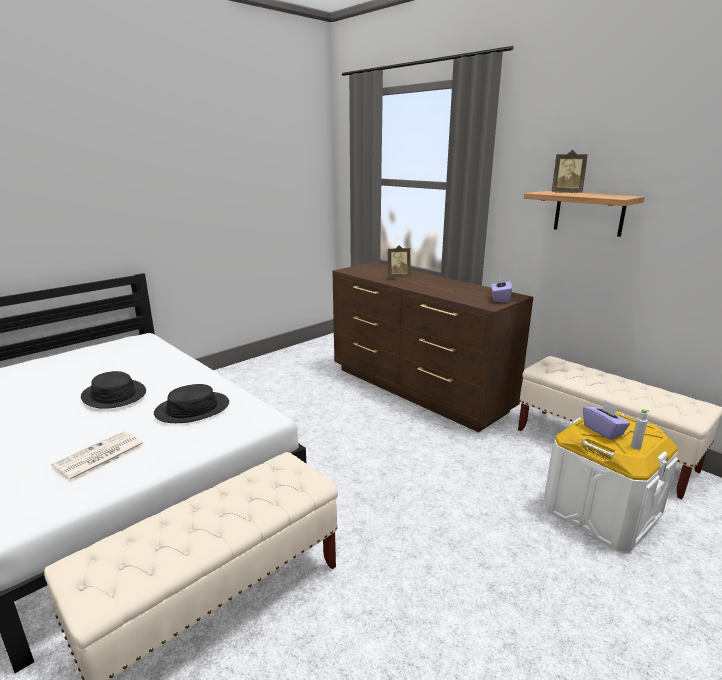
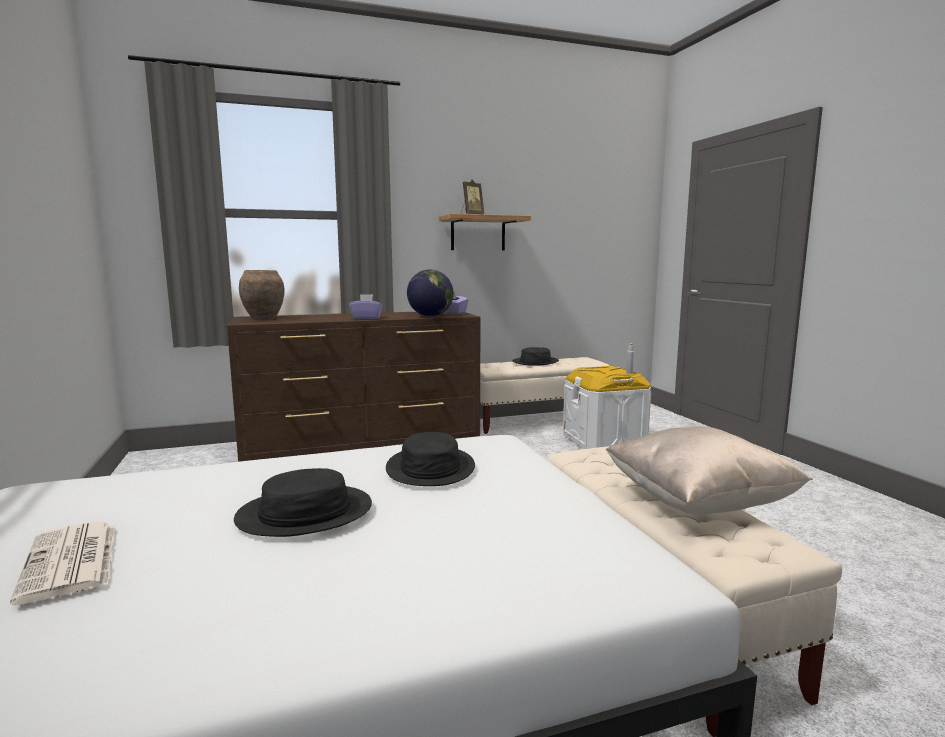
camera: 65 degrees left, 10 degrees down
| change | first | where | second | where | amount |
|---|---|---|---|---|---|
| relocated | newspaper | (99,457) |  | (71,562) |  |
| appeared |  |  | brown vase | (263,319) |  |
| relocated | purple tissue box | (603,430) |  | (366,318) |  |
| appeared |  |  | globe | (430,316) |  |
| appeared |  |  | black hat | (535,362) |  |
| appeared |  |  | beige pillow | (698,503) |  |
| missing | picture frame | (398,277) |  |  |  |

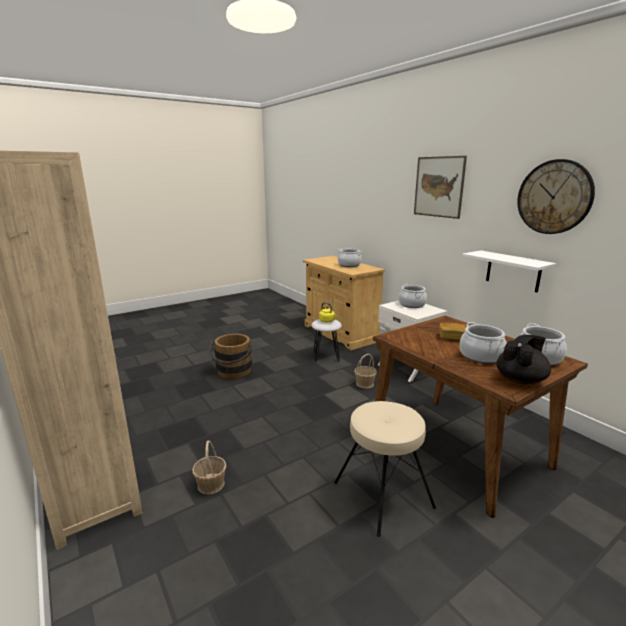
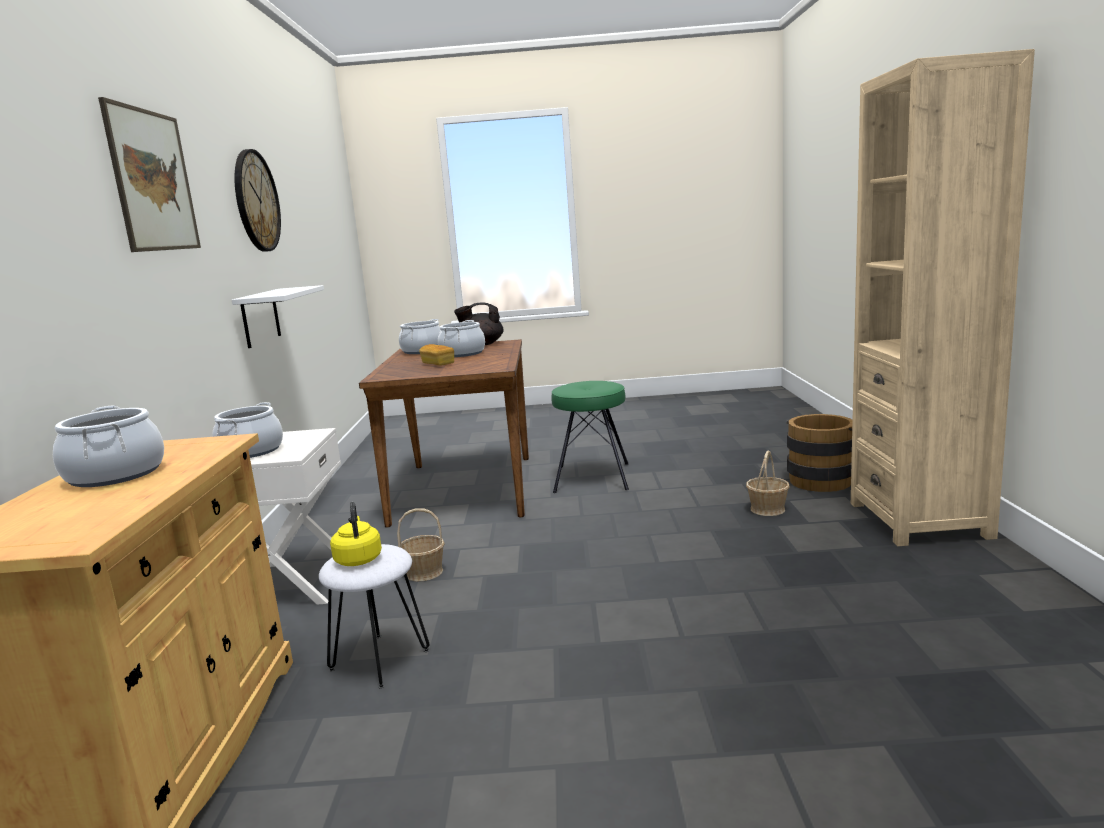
camera: 145 degrees left, 5 degrees down
| change | first | where | second | where | amount |
|---|---|---|---|---|---|
| colour | beige stool | (382,495) | green stool | (593,477) |  |
| relocated | brown bucket | (233,373) |  | (823,479) |  |

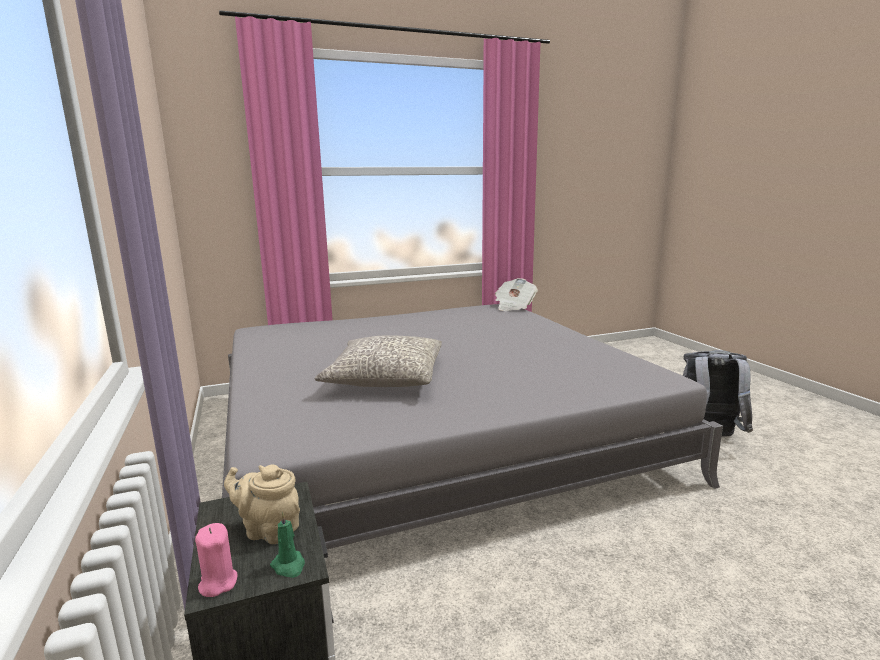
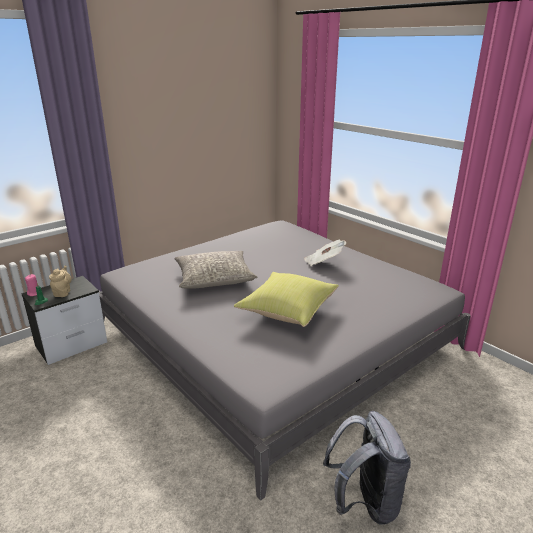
camera: 70 degrees right, 10 degrees up
| change | first | where | second | where | amount |
|---|---|---|---|---|---|
| appeared |  |  | yellow pillow | (287,311) |  |
| relocated | newspaper | (514,306) |  | (323,262) |  |

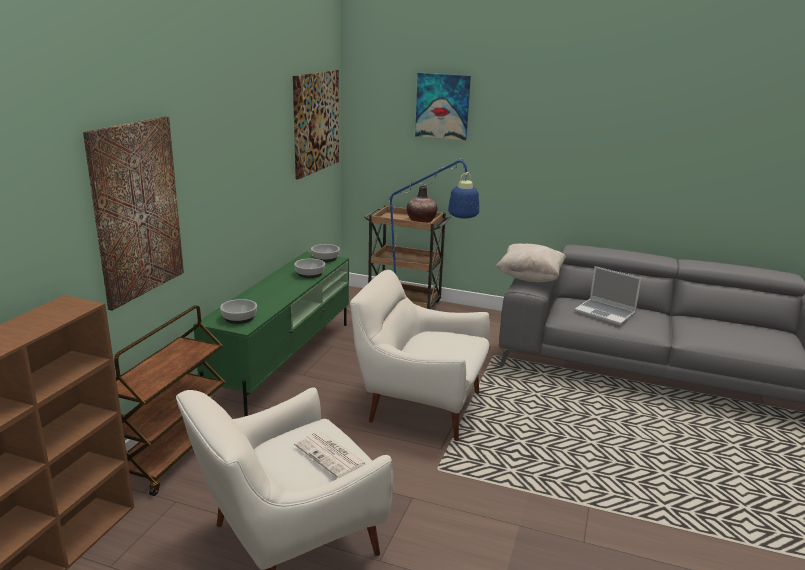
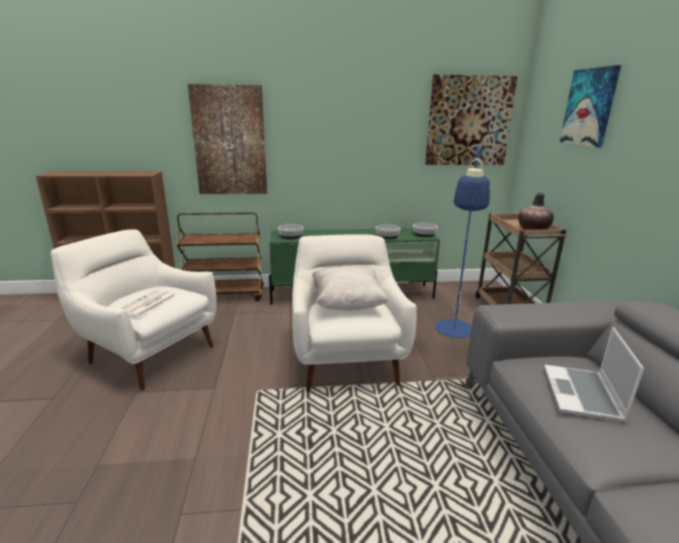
camera: 65 degrees right, 0 degrees up
| change | first | where | second | where | amount |
|---|---|---|---|---|---|
| relocated | beige pillow | (530,278) |  | (347,304) |  |

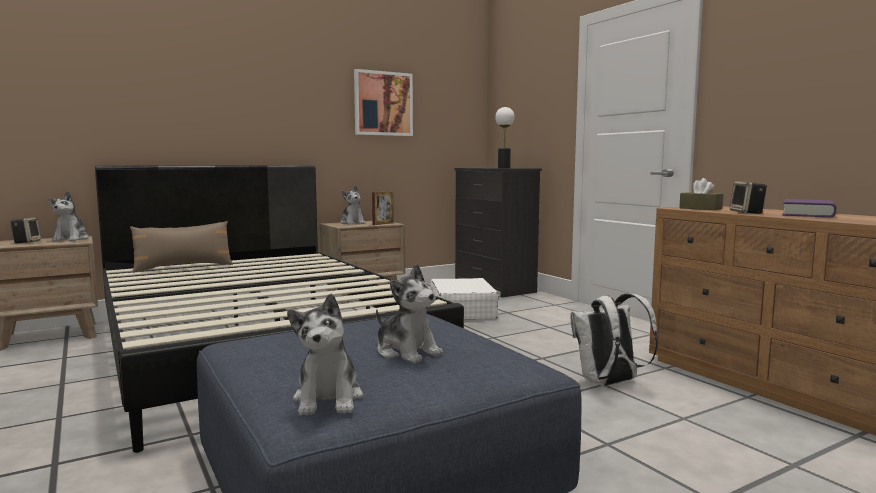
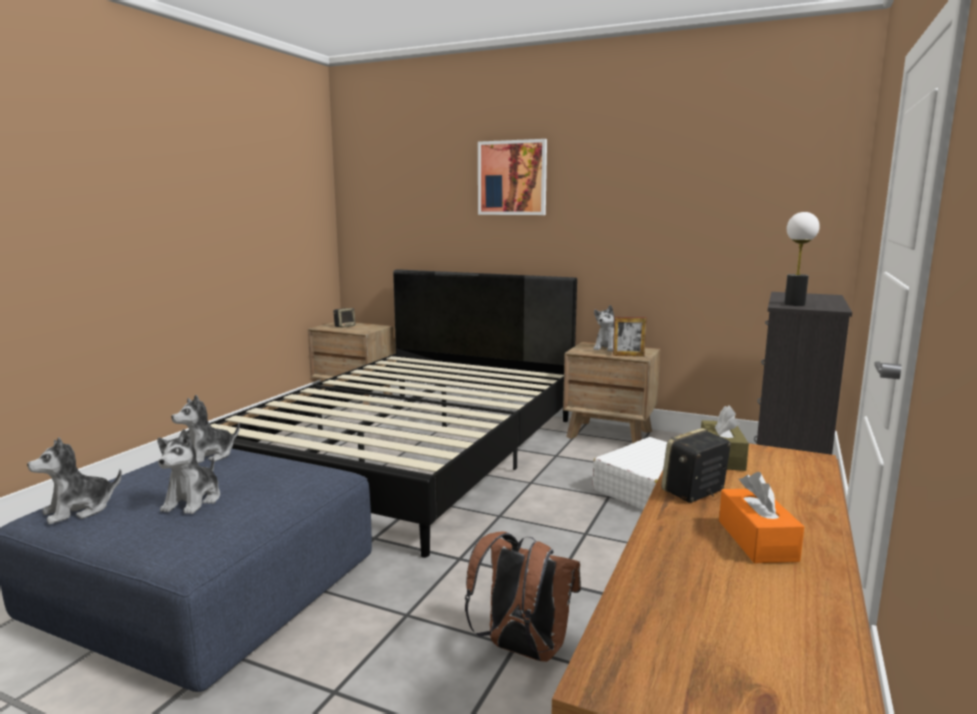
camera: 55 degrees right, 5 degrees up
| change | first | where | second | where | amount |
|---|---|---|---|---|---|
| relocated | plush toy | (71,239) |  | (208,456) |  |
| colour | white backpack | (609,383) | brown backpack | (522,650) |  |
| relocated | picture | (383,103) |  | (512,178) |  |
| exchanged | purple book | (808,214) | orange tissue box | (757,540) |  |
| missing | brown pillow | (183,267) |  |  |  |

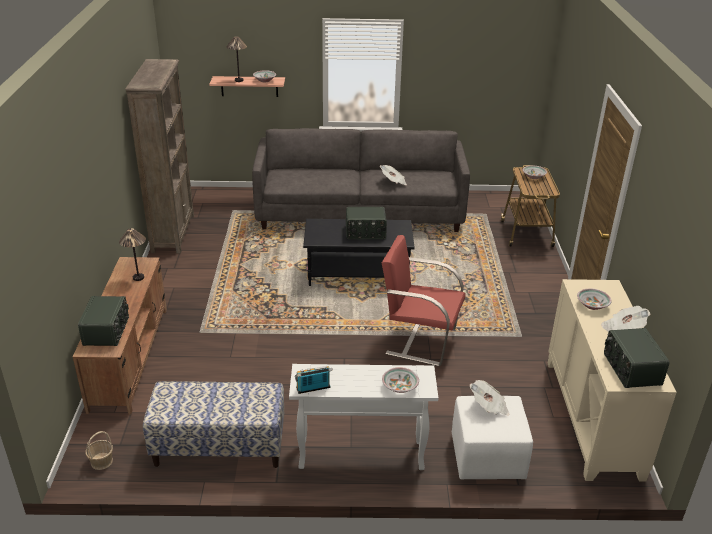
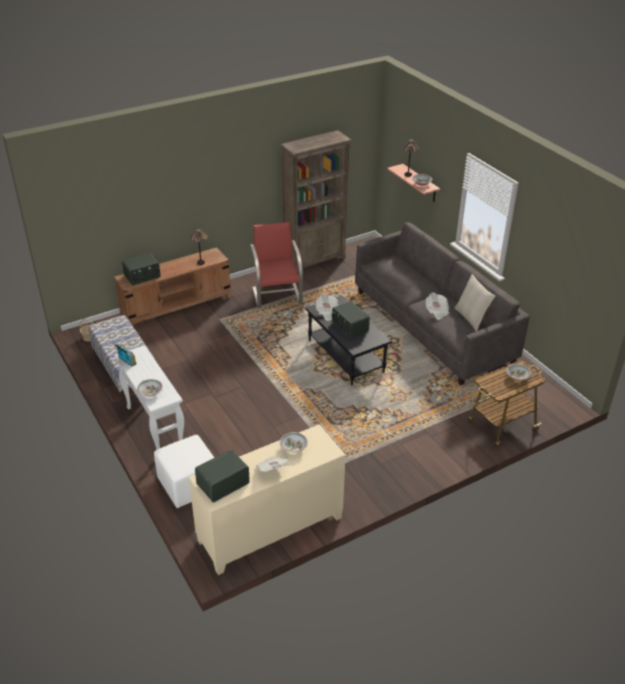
camera: 60 degrees right, 5 degrees up
| change | first | where | second | where | amount |
|---|---|---|---|---|---|
| relocated | red armchair | (420,340) |  | (276,295) |  |
| relocated | newspaper | (489,407) |  | (327,313) |  |
| appeared |  |  | beige pillow | (471,318) |  |

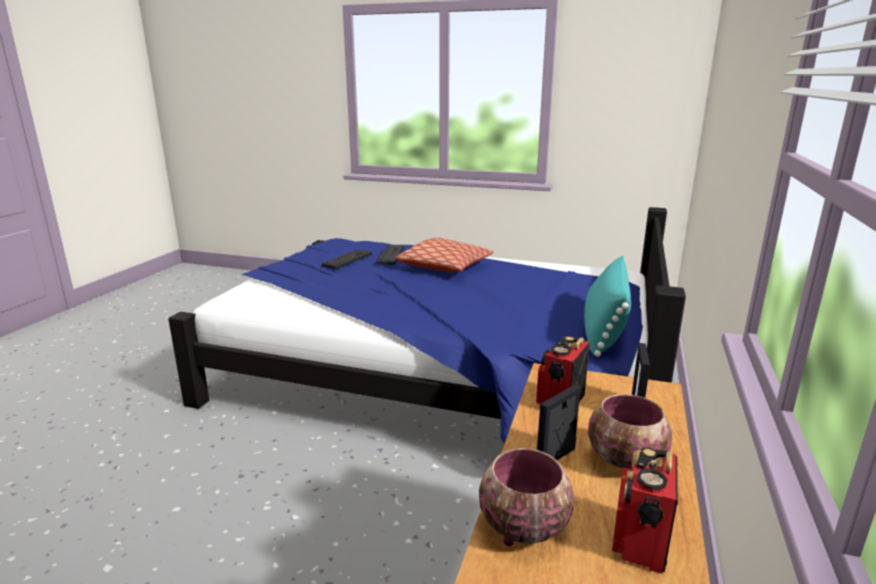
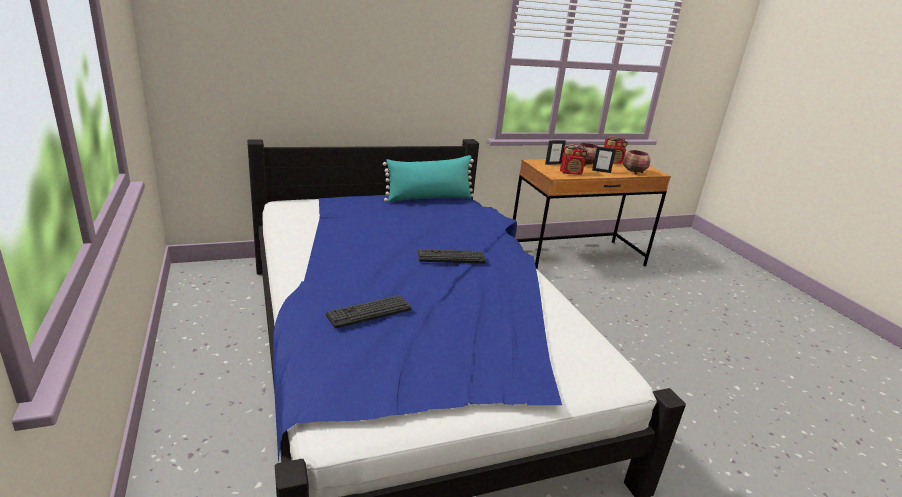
camera: 130 degrees left, 5 degrees up
| change | first | where | second | where | amount |
|---|---|---|---|---|---|
| relocated | keyboard | (347,259) |  | (451,257) |  |
| missing | pillow | (445,267) |  |  |  |

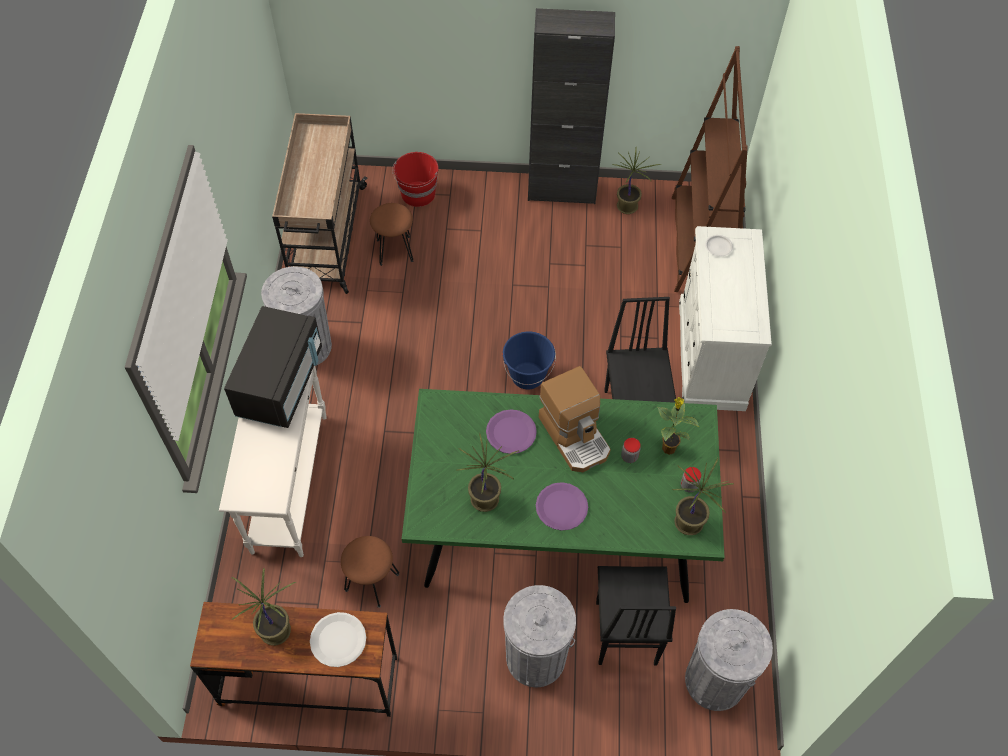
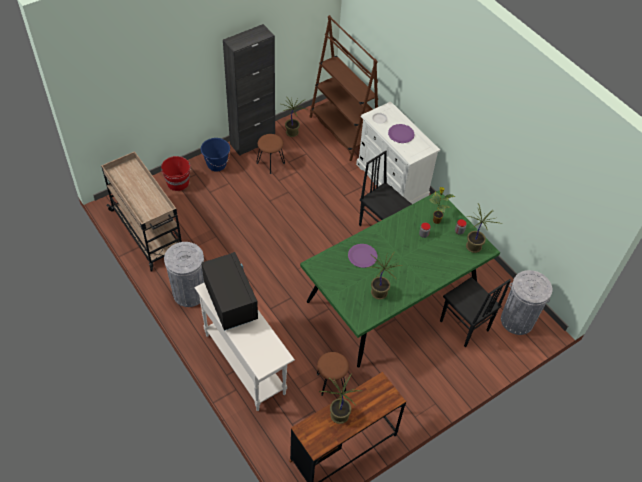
camera: 40 degrees left, 5 degrees down
| change | first | where | second | where | amount |
|---|---|---|---|---|---|
| relocated | blue bucket | (527,376) |  | (216,165) |  |
| relocated | brown stool | (395,251) |  | (270,163) |  |
| relocated | purple plate | (561,507) |  | (401,134) |  |
| missing | white plate | (338,640) |  |  |  |
| missing | grey trash can | (535,658) |  |  |  |
| missing | coffee machine | (575,435) |  |  |  |

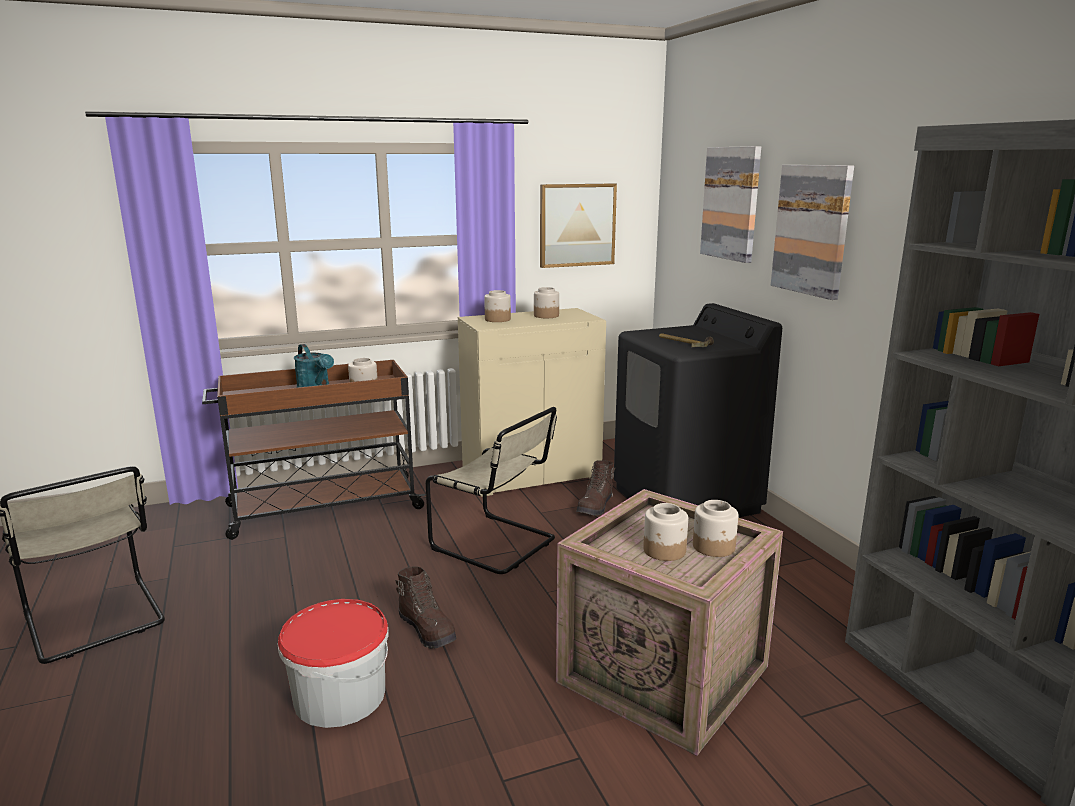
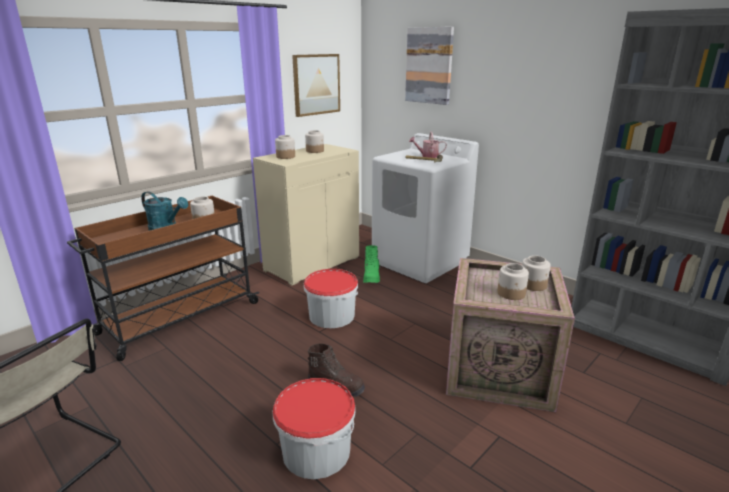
camera: 25 degrees left, 5 degrees up
| change | first | where | second | where | amount |
|---|---|---|---|---|---|
| exchanged | beige chair | (497,545) | bucket | (331,316) |  |
| colour | brown boot | (596,506) | green boot | (371,276) |  |
| colour | black washing machine | (686,500) | white washing machine | (420,261) |  |
| appeared |  |  | watering can | (427,156) |  |
| missing | picture | (812,230) |  |  |  |

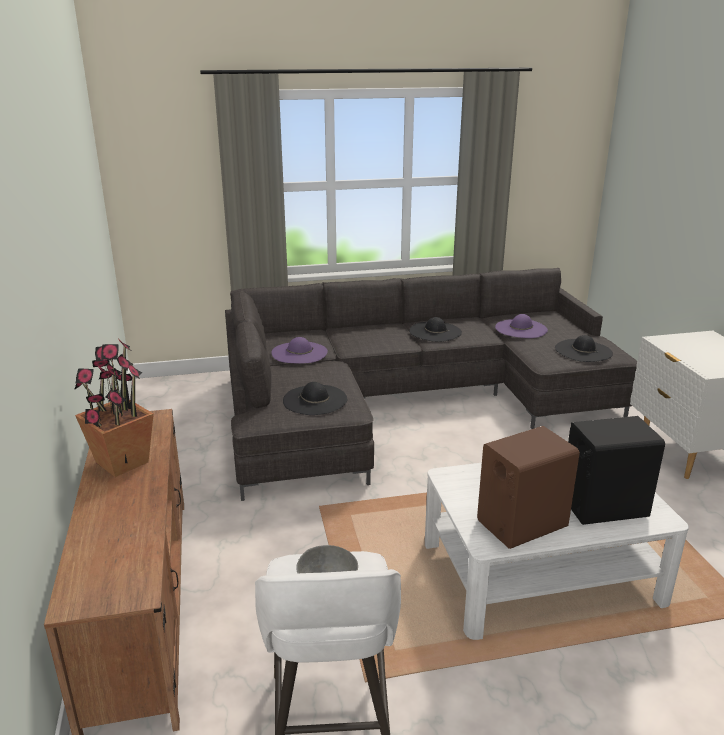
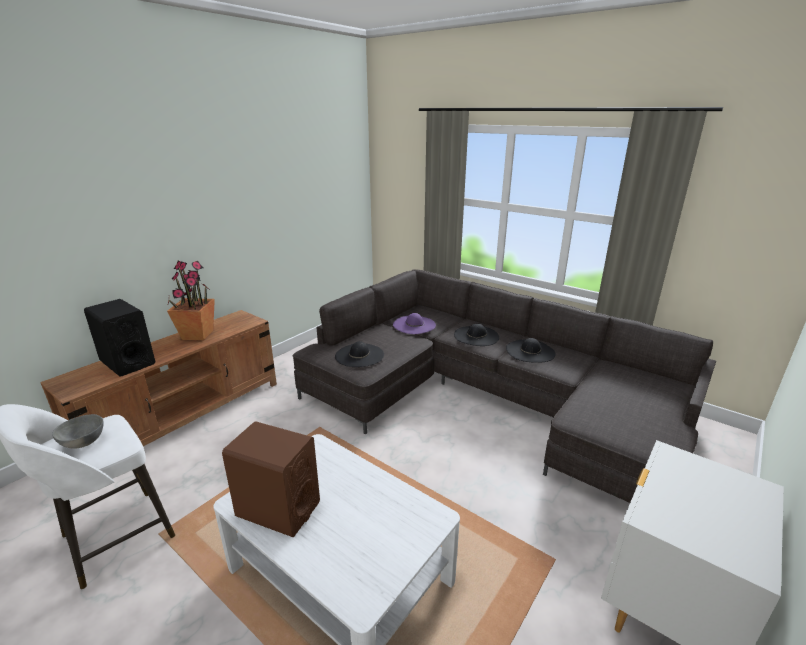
camera: 50 degrees right, 0 degrees up
| change | first | where | second | where | amount |
|---|---|---|---|---|---|
| relocated | black speaker | (603,506) |  | (127,362) |  |
| relocated | black hat | (583,351) |  | (476,336) |  |
| missing | purple hat | (521,329) |  |  |  |

